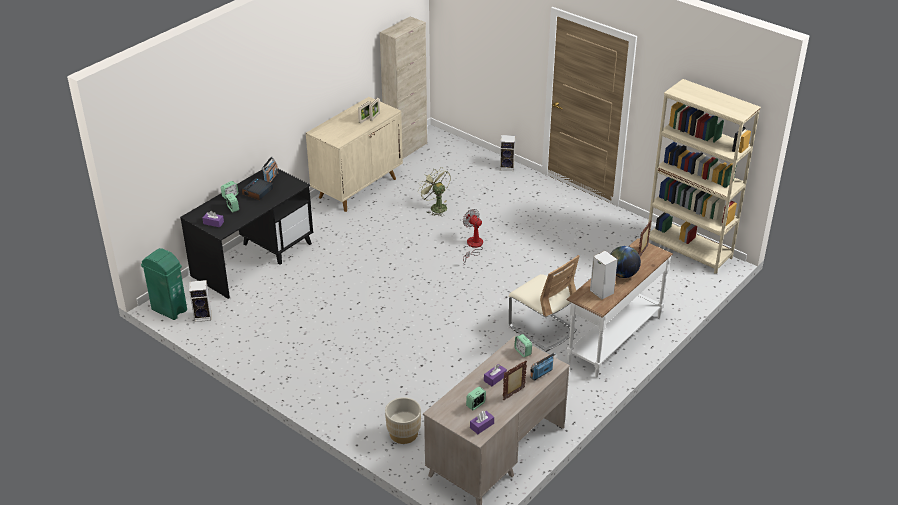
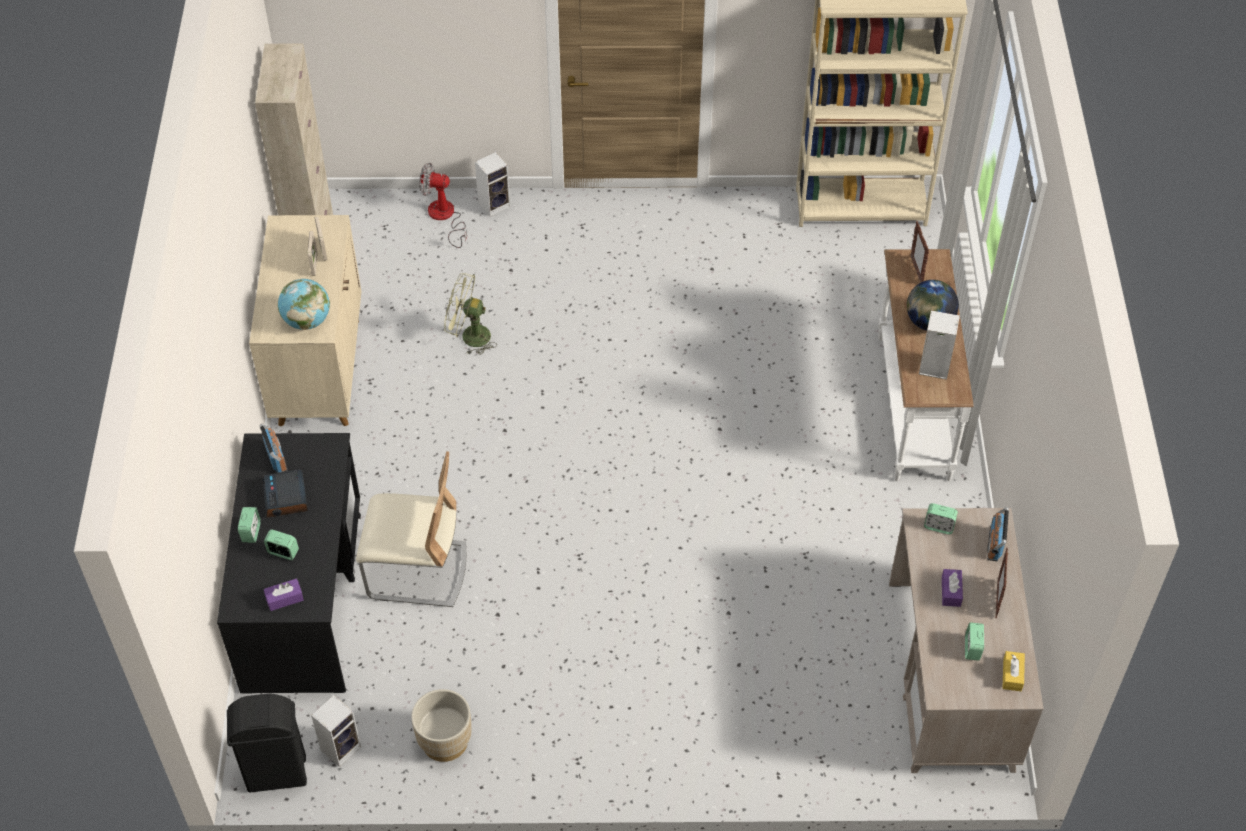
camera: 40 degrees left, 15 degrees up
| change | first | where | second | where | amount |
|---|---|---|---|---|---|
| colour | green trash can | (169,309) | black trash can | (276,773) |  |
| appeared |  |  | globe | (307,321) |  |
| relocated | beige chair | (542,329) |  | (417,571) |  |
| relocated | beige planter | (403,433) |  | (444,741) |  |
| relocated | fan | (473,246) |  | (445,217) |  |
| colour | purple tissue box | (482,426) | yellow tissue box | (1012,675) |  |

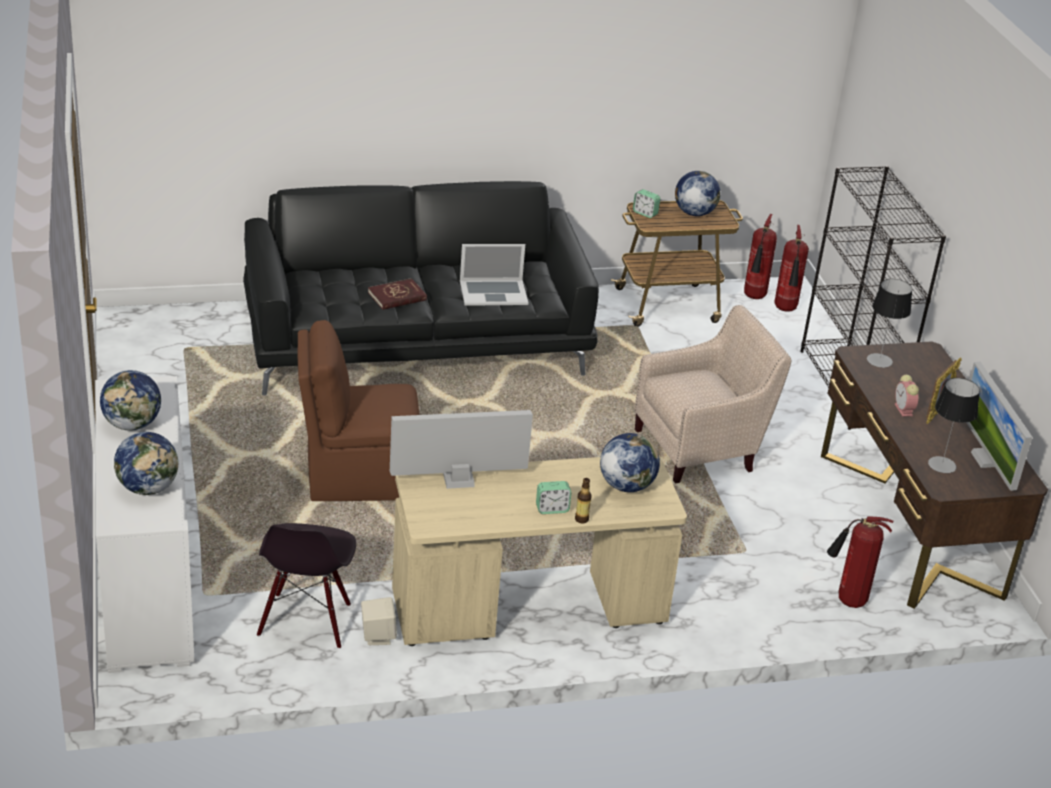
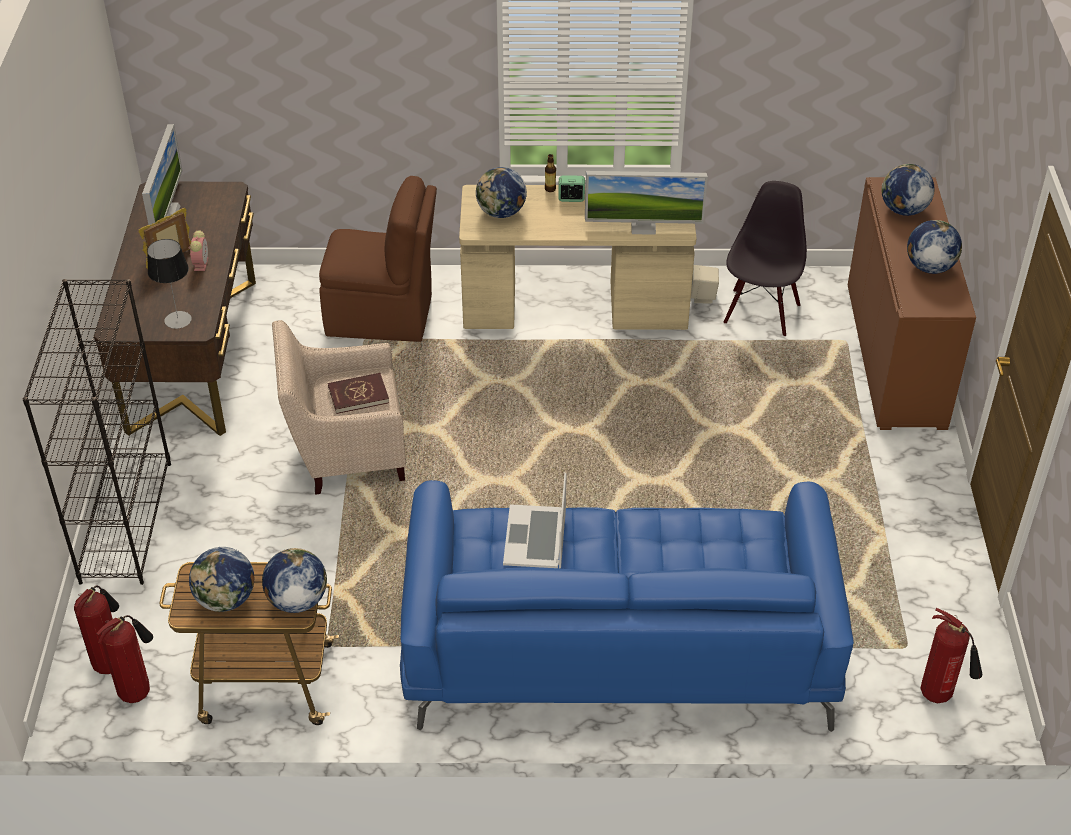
camera: 165 degrees left, 10 degrees up
| change | first | where | second | where | amount |
|---|---|---|---|---|---|
| exchanged | alarm clock | (645,213) | globe | (297,600) |  |
| relocated | brown chair | (358,476) |  | (382,316) |  |
| relocated | red book | (397,296) |  | (358,395) |  |
| colour | black sofa | (417,339) | blue sofa | (617,642) |  |
| spun | laptop | (493,292) |  | (536,537) | 90 degrees counterclockwise |
| colour | white cabinet | (148,583) | brown cabinet | (895,355) |  |
| relocated | fire extinguisher | (847,601) |  | (940,695) |  |
| missing | table lamp | (941,465) |  |  |  |

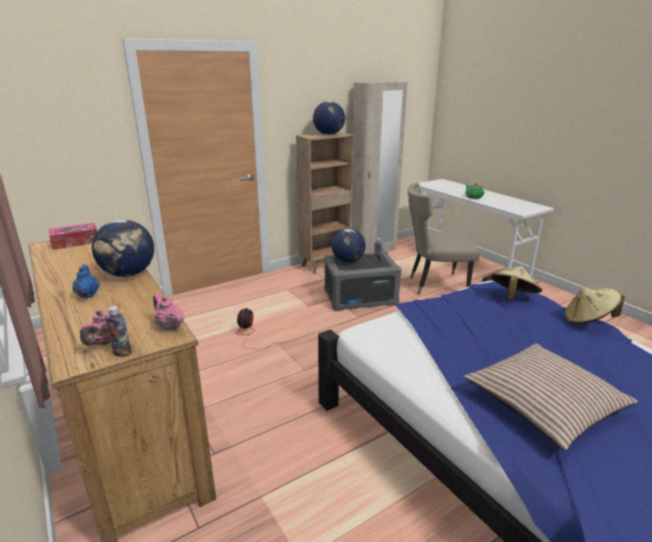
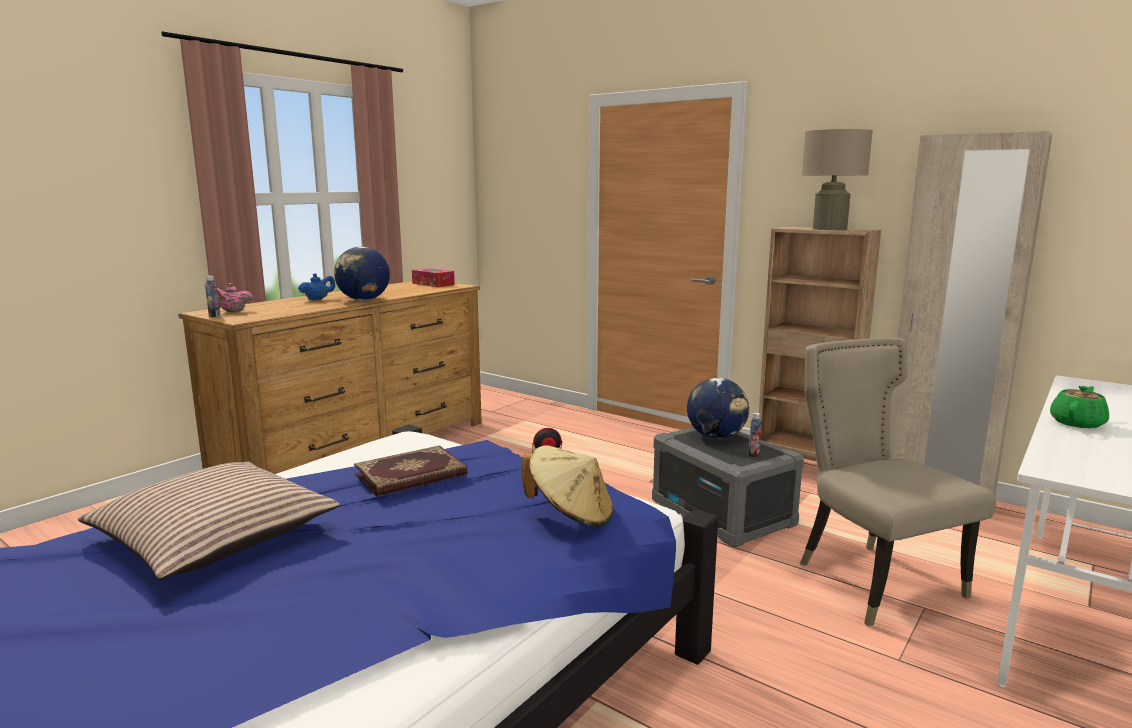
camera: 70 degrees right, 10 degrees down
| change | first | where | second | where | amount |
|---|---|---|---|---|---|
| appeared |  |  | book | (411,476) |  |
| exchanged | globe | (328,134) | beige table lamp | (829,229) |  |
| missing | pink teapot | (169,326) |  |  |  |
| missing | beige hat | (588,321) |  |  |  |

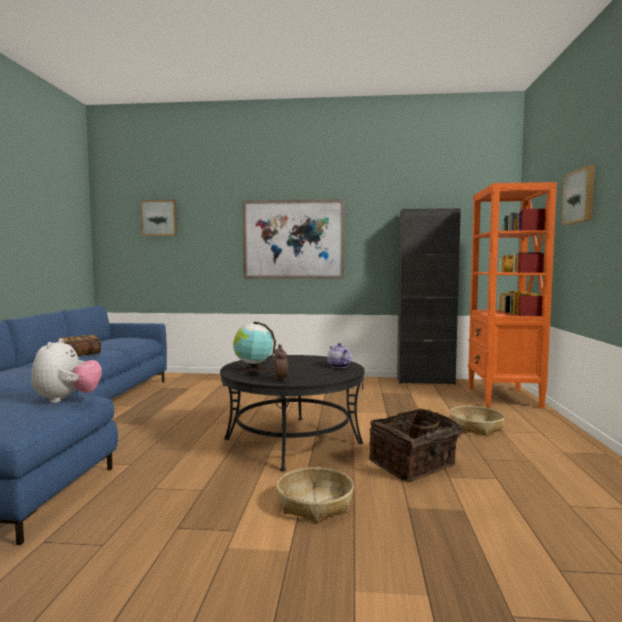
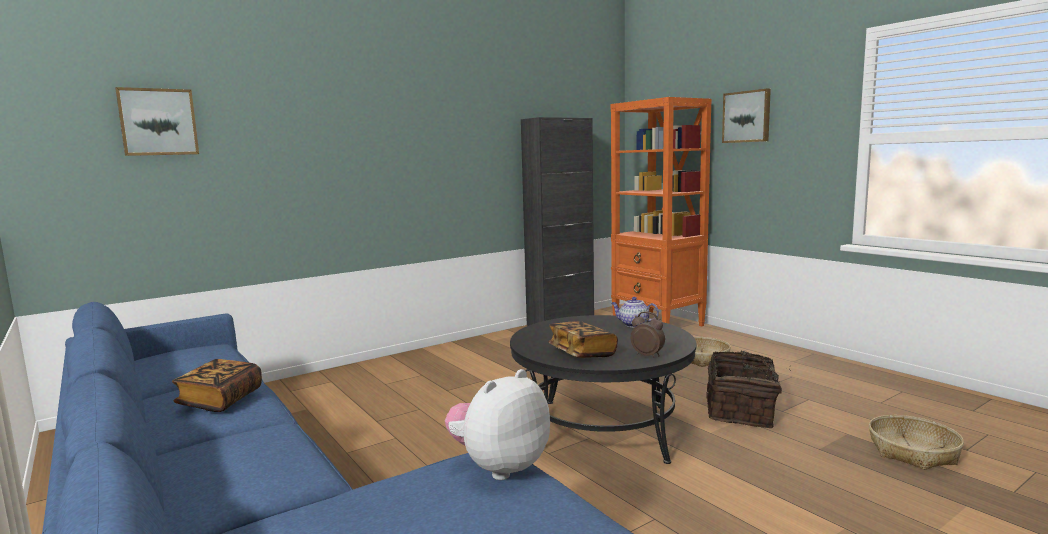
camera: 40 degrees left, 5 degrees up
| change | first | where | second | where | amount |
|---|---|---|---|---|---|
| spun | plush toy | (67,399) |  | (499,467) | 90 degrees counterclockwise |
| exchanged | globe | (253,371) | book | (582,353) |  |
| relocated | basket | (315,503) |  | (912,452) |  |
| missing | picture | (293,239) |  |  |  |

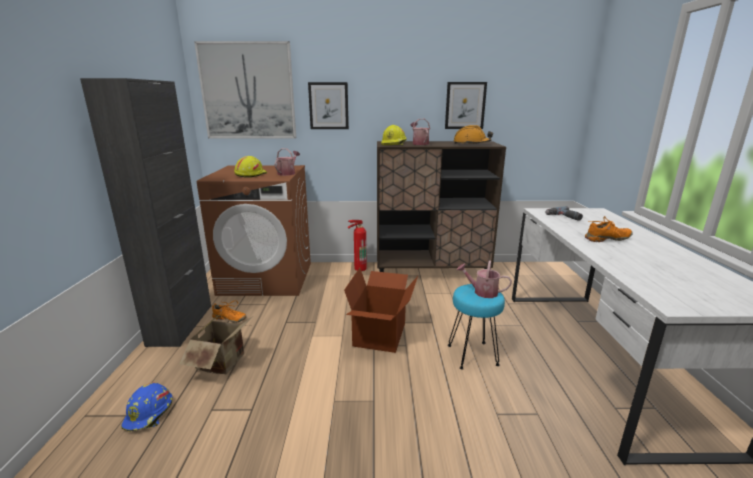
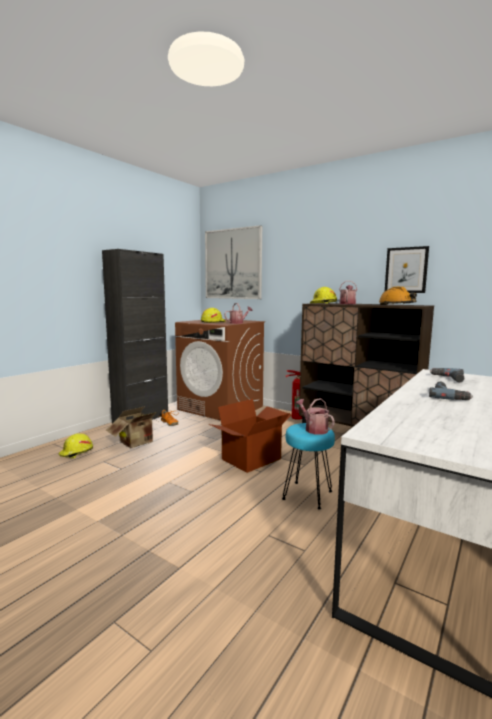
camera: 35 degrees right, 10 degrees down
| change | first | where | second | where | amount |
|---|---|---|---|---|---|
| colour | blue hard hat | (149,414) | yellow hard hat | (76,453) |  |
| exchanged | orange shoe | (607,239) | power drill | (449,396) |  |
| missing | picture | (328,106) |  |  |  |

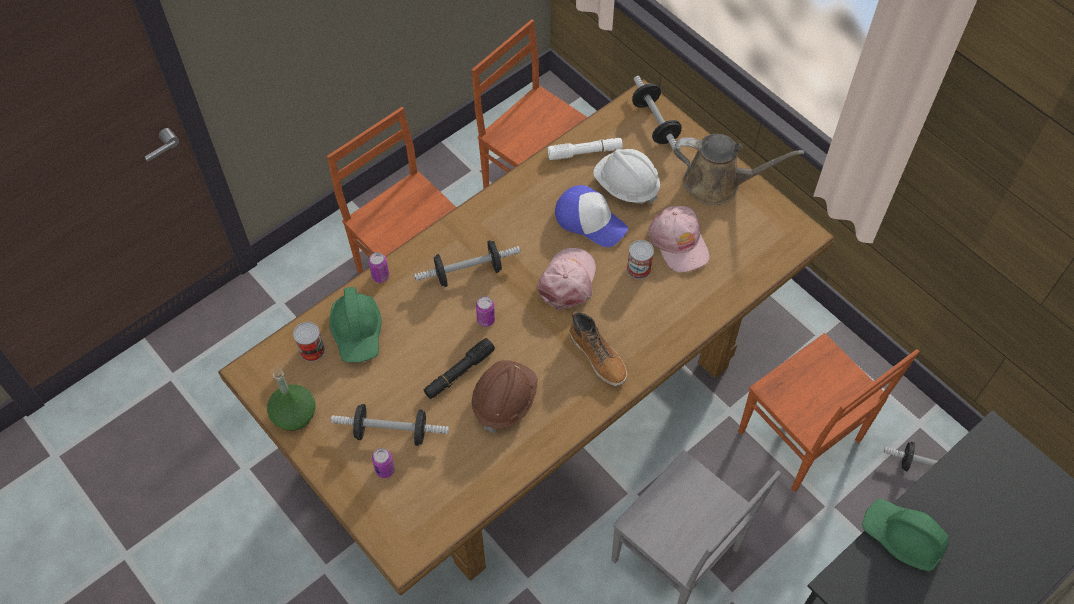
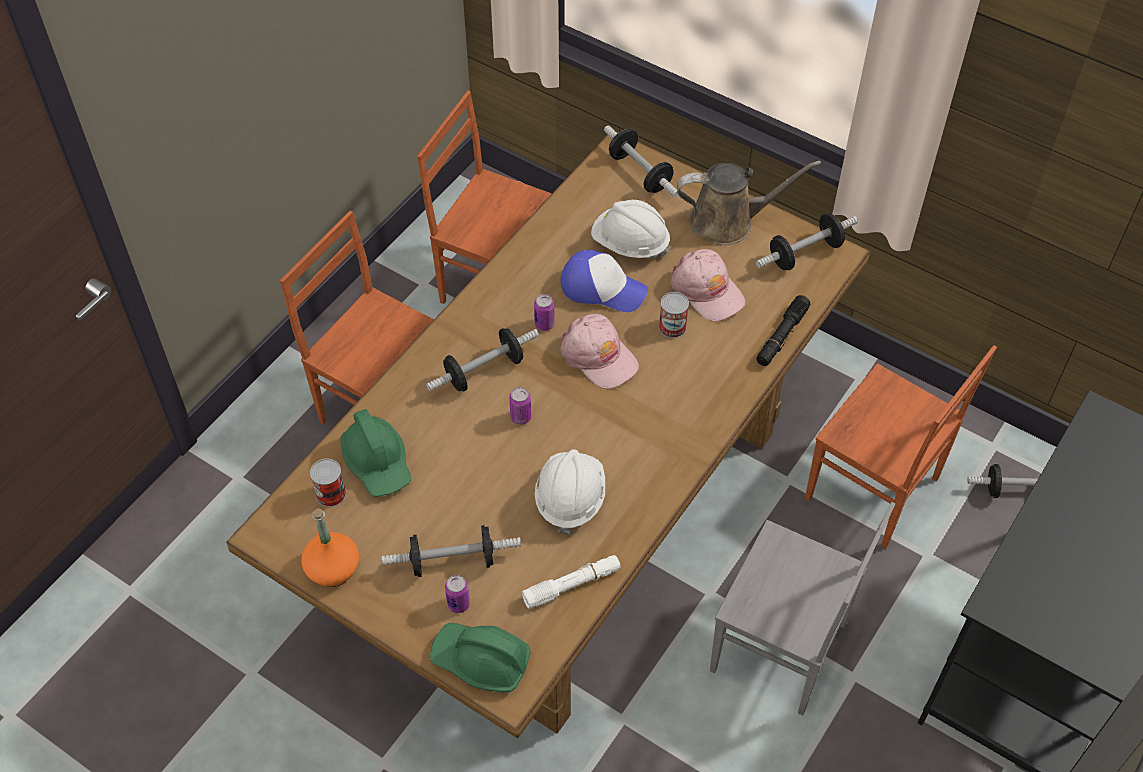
camera: 15 degrees left, 5 degrees down
| change | first | where | second | where | amount |
|---|---|---|---|---|---|
| colour | green bottle | (294,415) | orange bottle | (333,569) |  |
| relocated | green hard hat | (902,537) |  | (481,661) |  |
| relocated | white flashlight | (585,152) |  | (572,585) |  |
| relocated | can | (380,276) |  | (544,324) |  |
| colour | brown hard hat | (504,401) | white hard hat | (570,498) |  |
| spun | pink cap | (568,281) |  | (598,356) | 135 degrees clockwise |
| appeared |  |  | dumbbell | (805,253) |  |
| relocated | black flashlight | (459,372) |  | (781,336) |  |
| missing | boot | (598,356) |  |  |  |

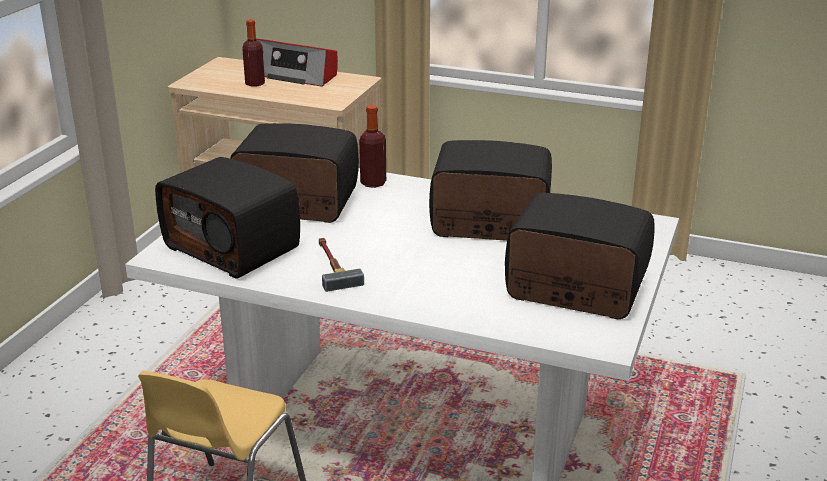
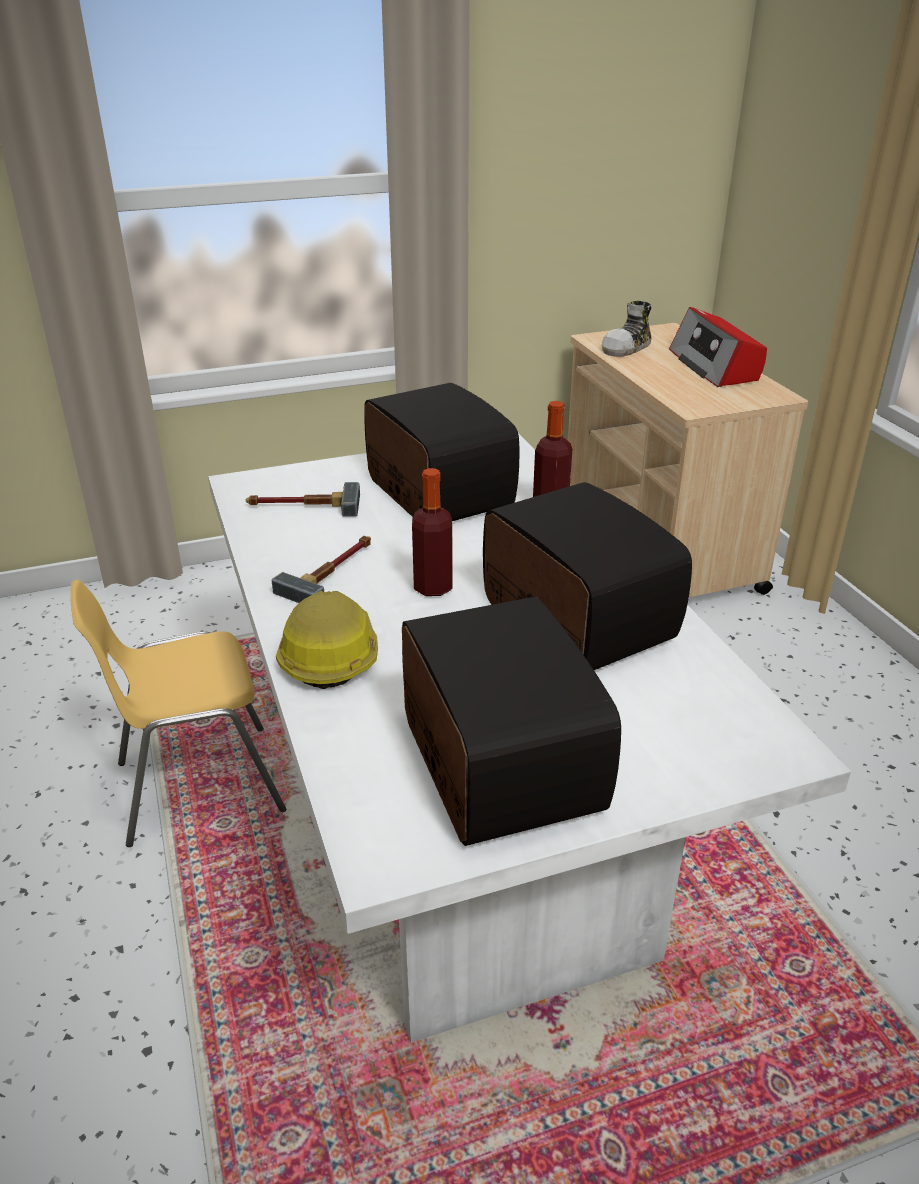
camera: 50 degrees right, 5 degrees up
| change | first | where | second | where | amount |
|---|---|---|---|---|---|
| exchanged | radio | (234,247) | hammer | (302,506) |  |
| appeared |  |  | hard hat | (329,655) |  |
| relocated | bottle | (255,83) |  | (433,587) |  |
| appeared |  |  | shoe | (628,347) |  |

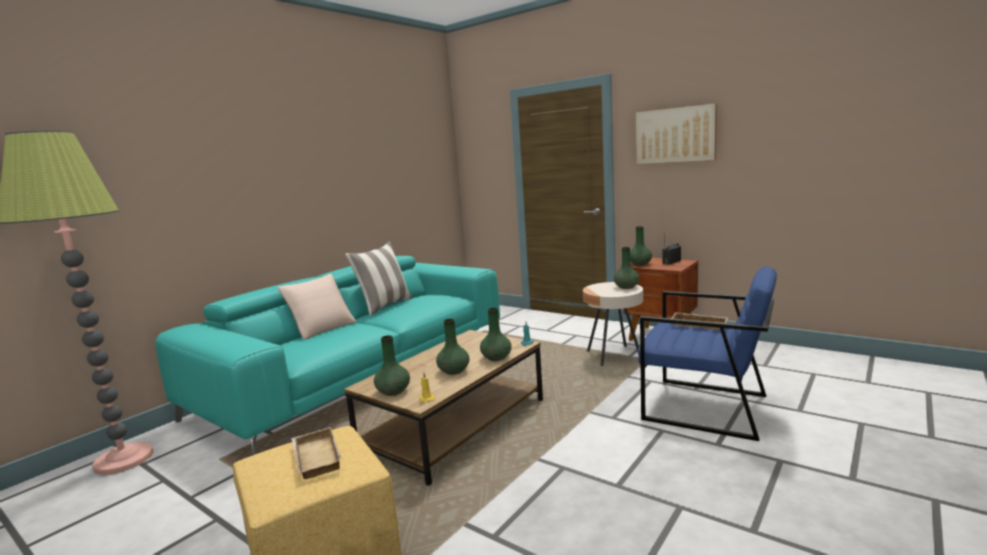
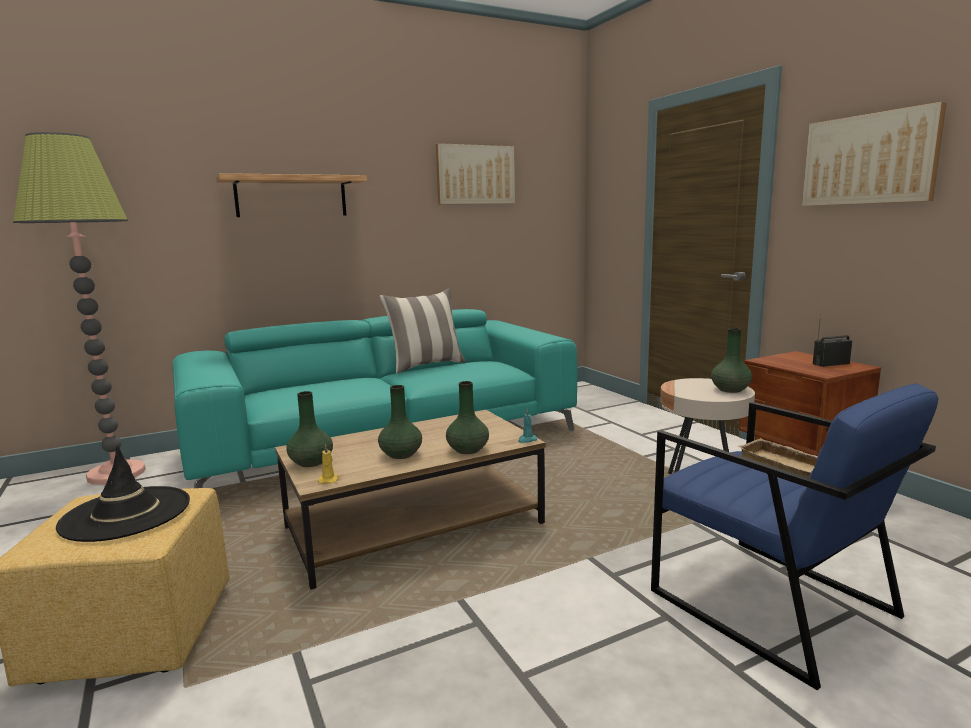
camera: 25 degrees right, 0 degrees up
| change | first | where | second | where | amount |
|---|---|---|---|---|---|
| exchanged | beige tray | (314,458) | black hat | (126,514) |  |
| appeared |  |  | shelf | (291,196) |  |
| appeared |  |  | picture | (475,175) |  |
| missing | beige pillow | (322,328) |  |  |  |
| missing | green vase | (639,264) |  |  |  |

